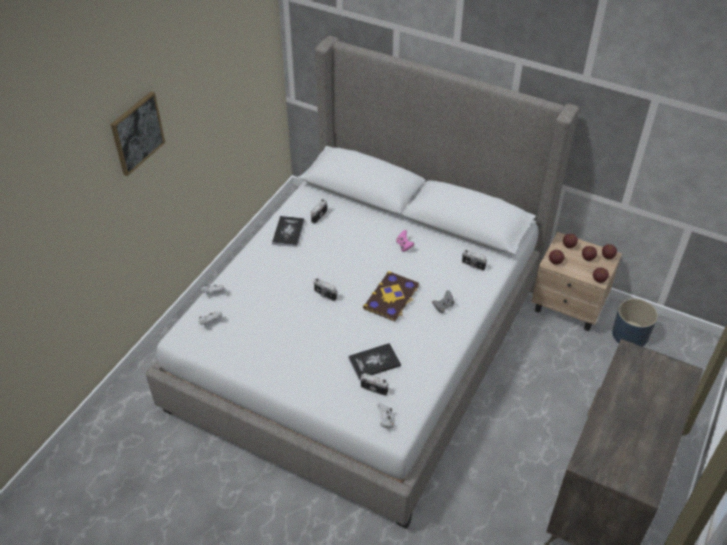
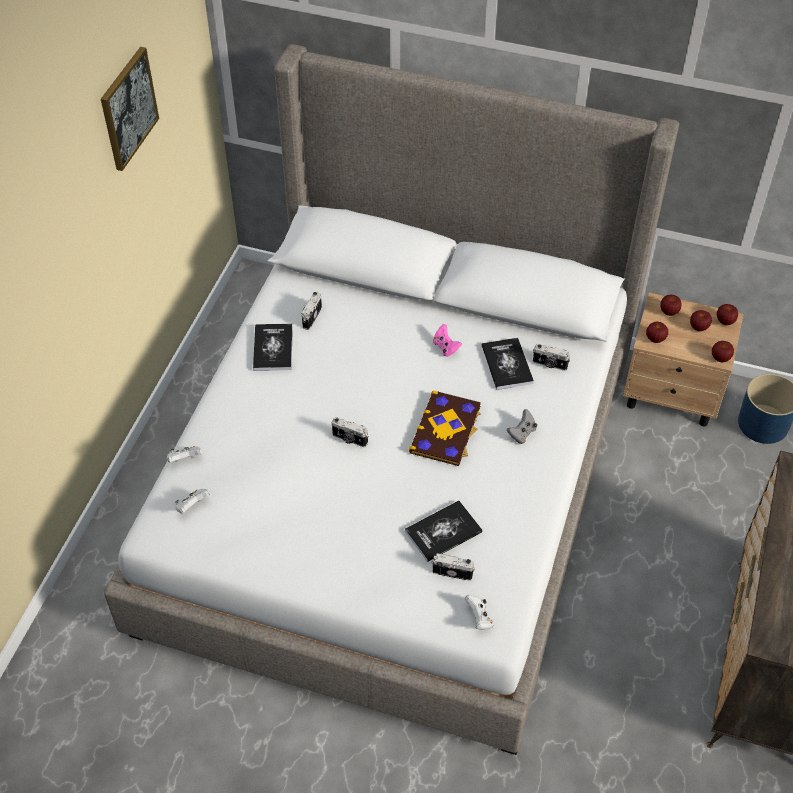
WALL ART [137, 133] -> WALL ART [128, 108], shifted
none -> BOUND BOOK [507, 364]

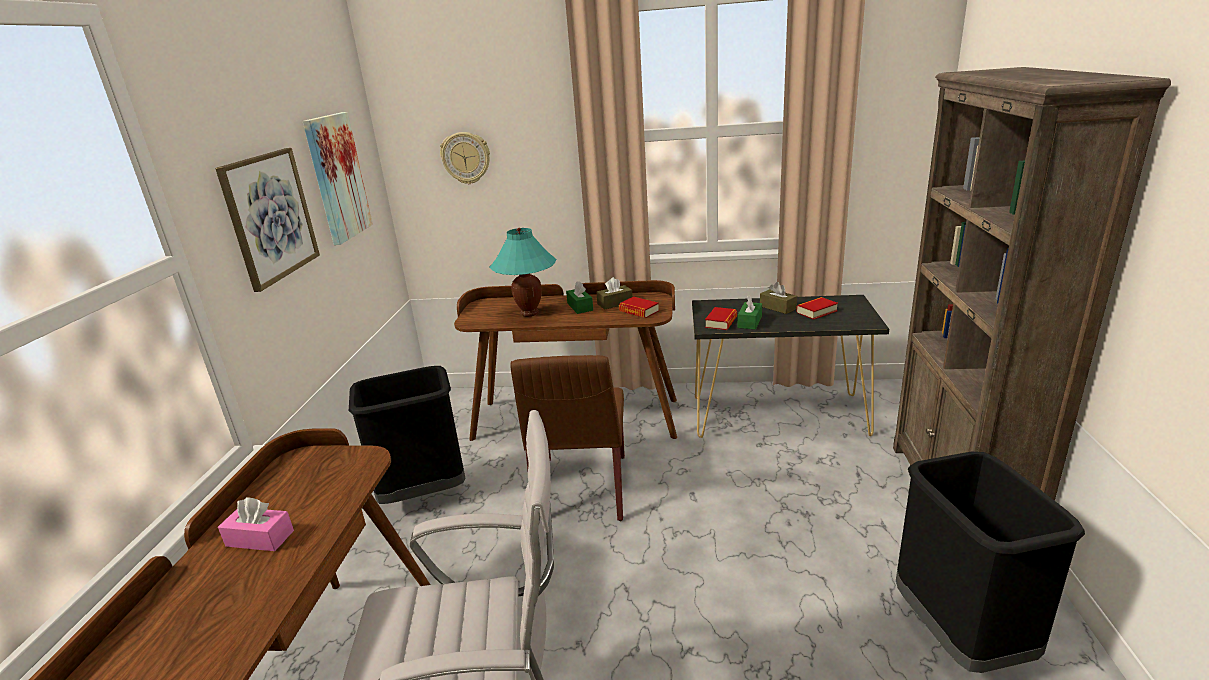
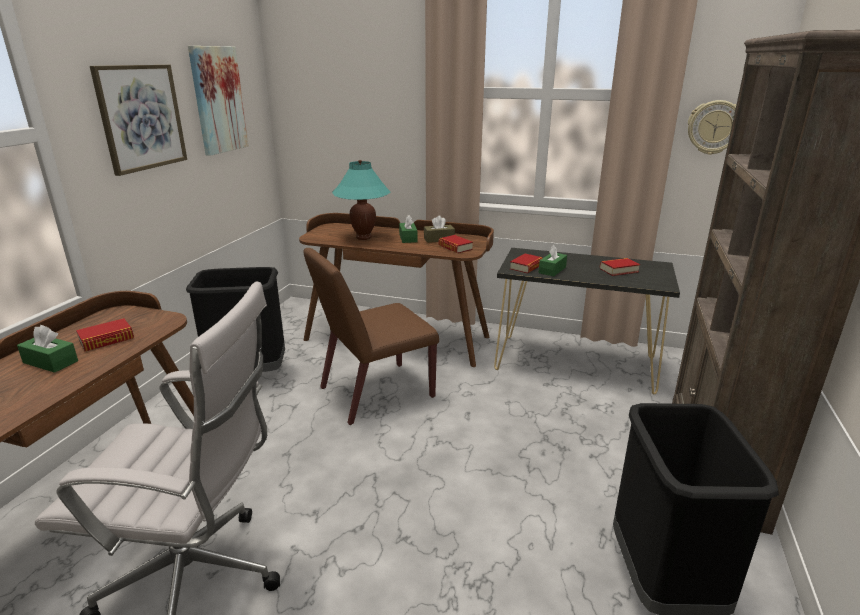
PINK-COLOURED TISSUE BOX [260, 538] -> GREEN-COLOURED TISSUE BOX [50, 362]
none -> BOUND BOOK [106, 340]
BROWN-COLOURED CHAIR [581, 489] -> BROWN-COLOURED CHAIR [375, 393], 45 degrees clockwise
CLOCK ON THE WALL [466, 158] -> CLOCK ON THE WALL [714, 127], shifted
BROWN-COLOURED TISSUE BOX [777, 307] -> none

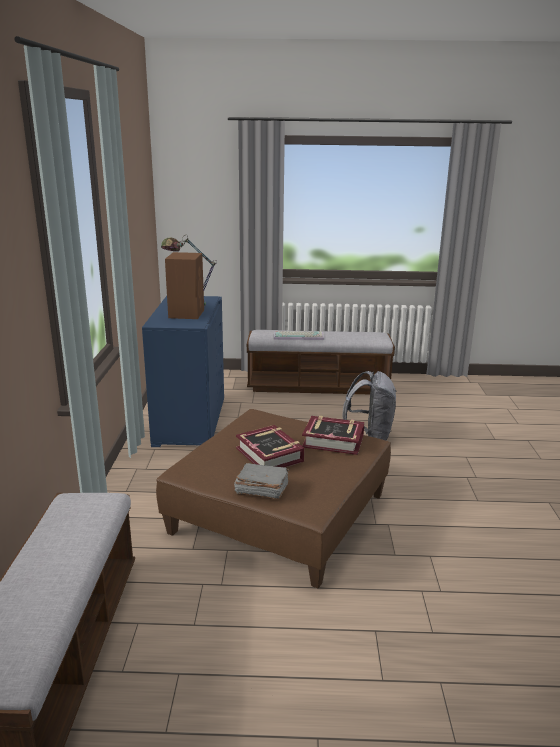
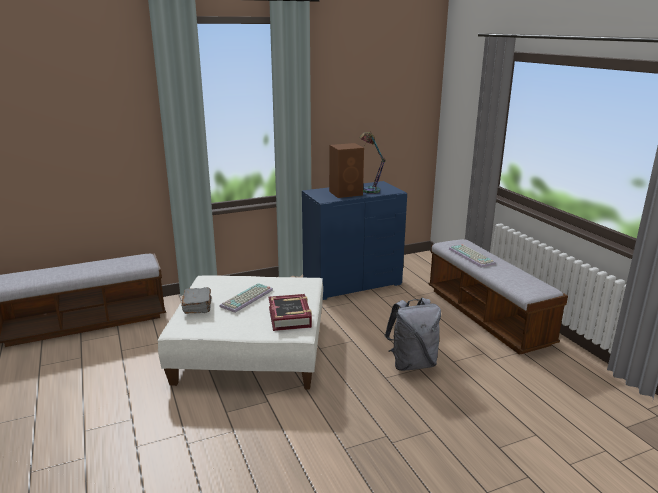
BROWN-COLOURED POUFFE [279, 513] -> WHITE-COLOURED POUFFE [252, 349]
BOUND BOOK [270, 454] -> KEYBOARD [247, 299]

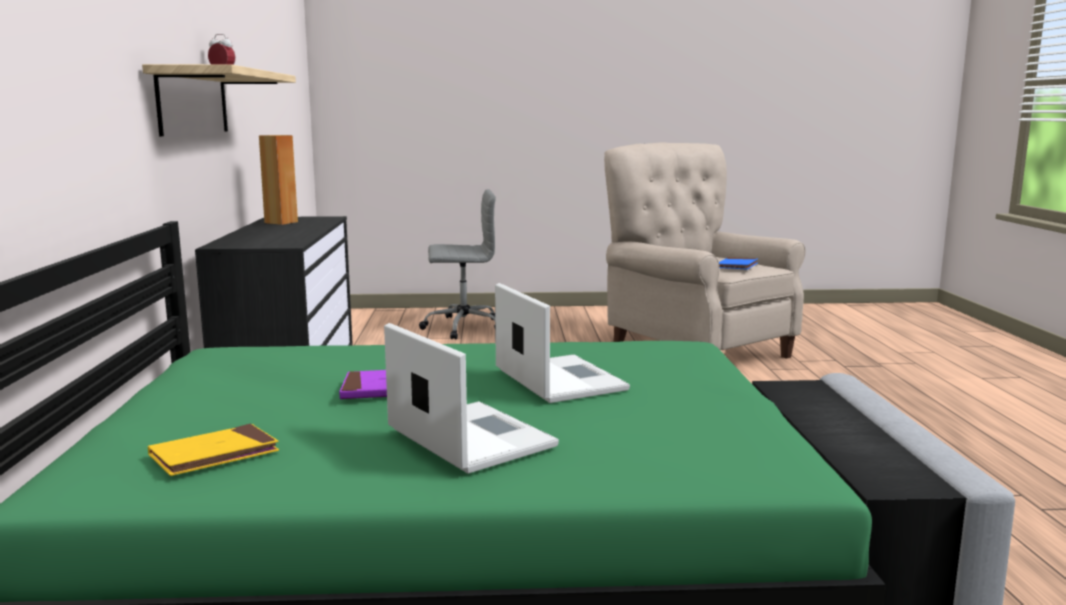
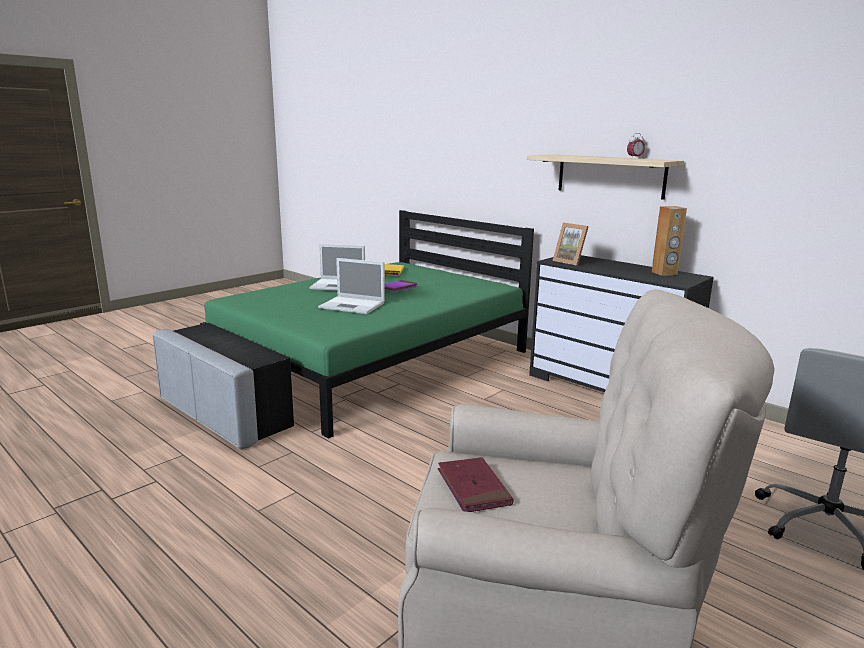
BLUE-COLOURED BOUND BOOK [737, 266] -> RED-COLOURED BOUND BOOK [473, 488]
none -> STANDING FRAME [570, 262]

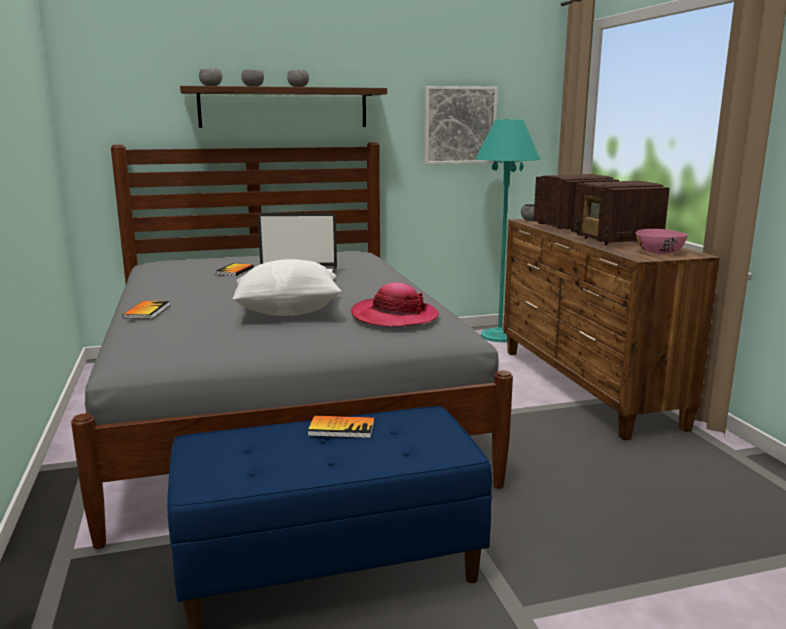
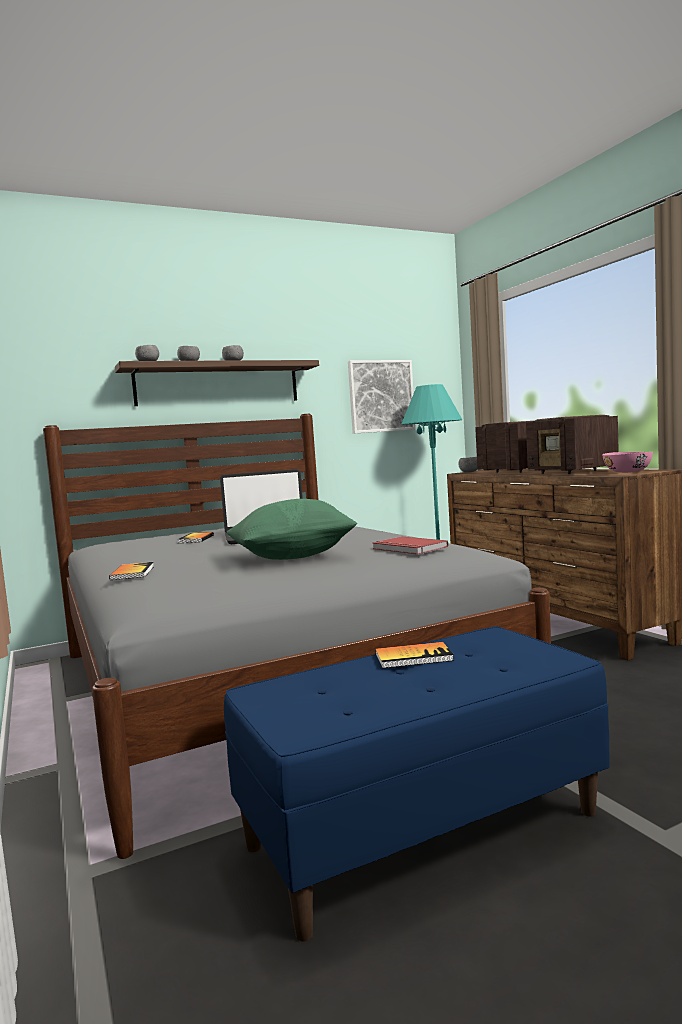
WHITE-COLOURED THROW PILLOW [288, 312] -> GREEN-COLOURED THROW PILLOW [293, 557]
HAT [394, 316] -> RED-COLOURED BOUND BOOK [408, 548]

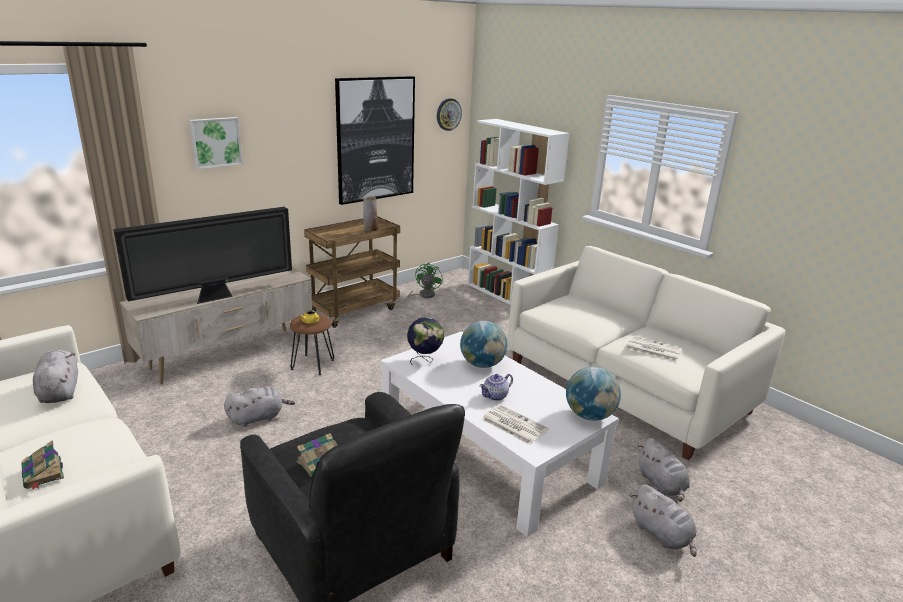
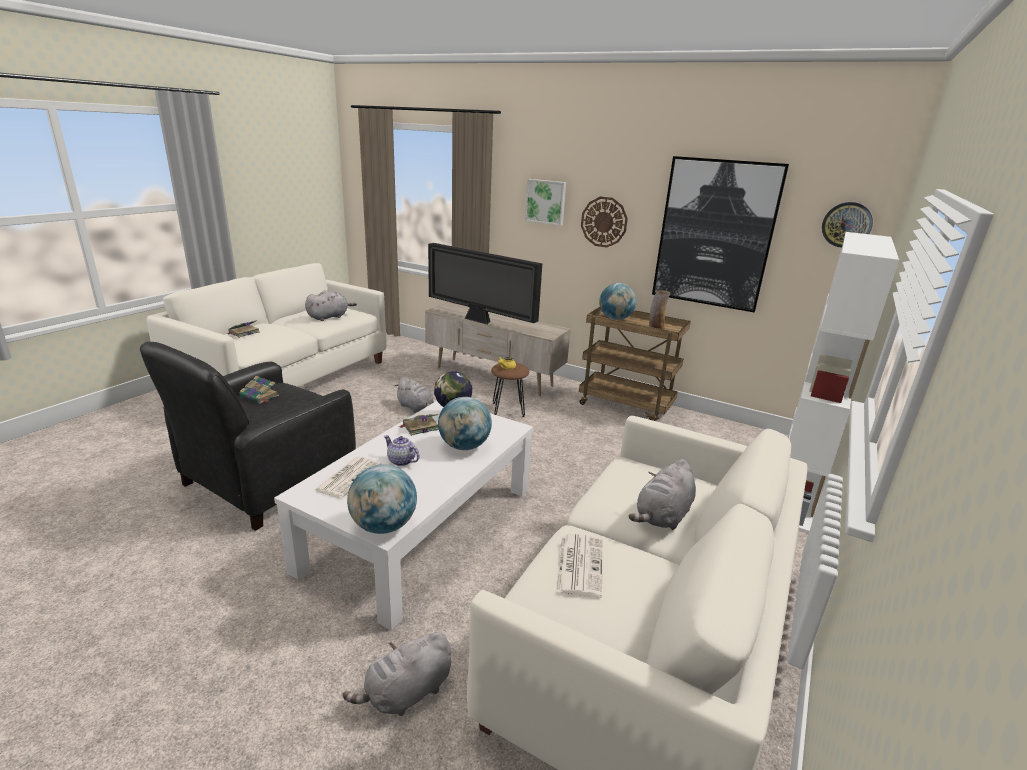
none -> BOUND BOOK [419, 427]
none -> CLOCK ON THE WALL [604, 222]
none -> WORLD GLOBE [615, 319]
GRAY PLUSH TOY [662, 535] -> GRAY PLUSH TOY [662, 516], shifted
GREEN-COLOURED ELECTRIC FAN [423, 295] -> none

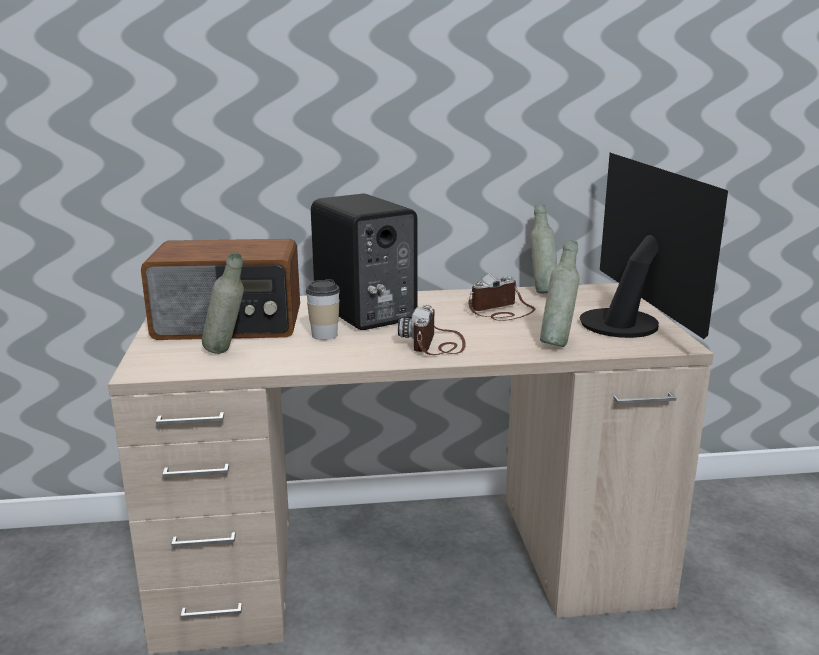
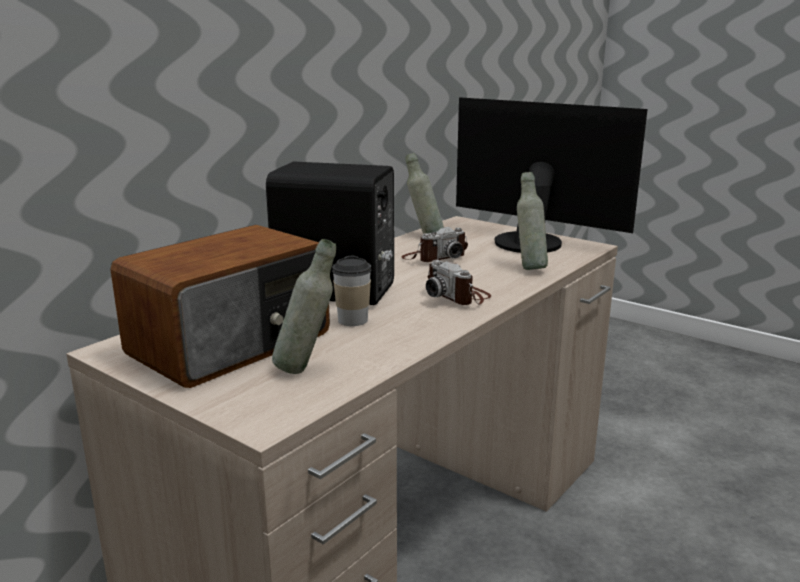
STILL CAMERA [501, 311] -> STILL CAMERA [435, 257], 135 degrees counterclockwise

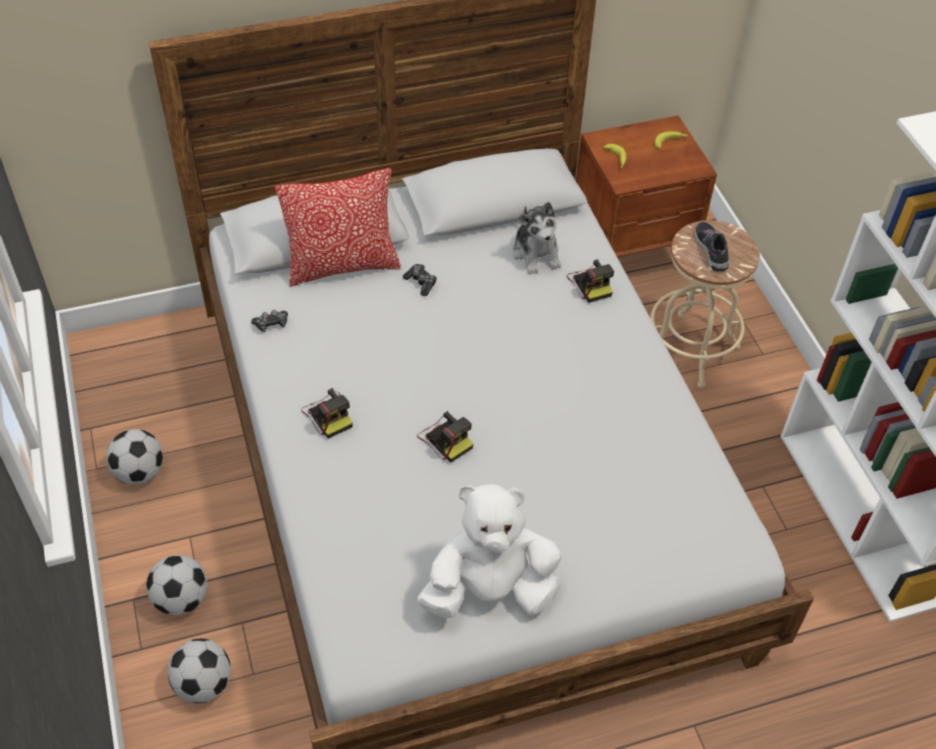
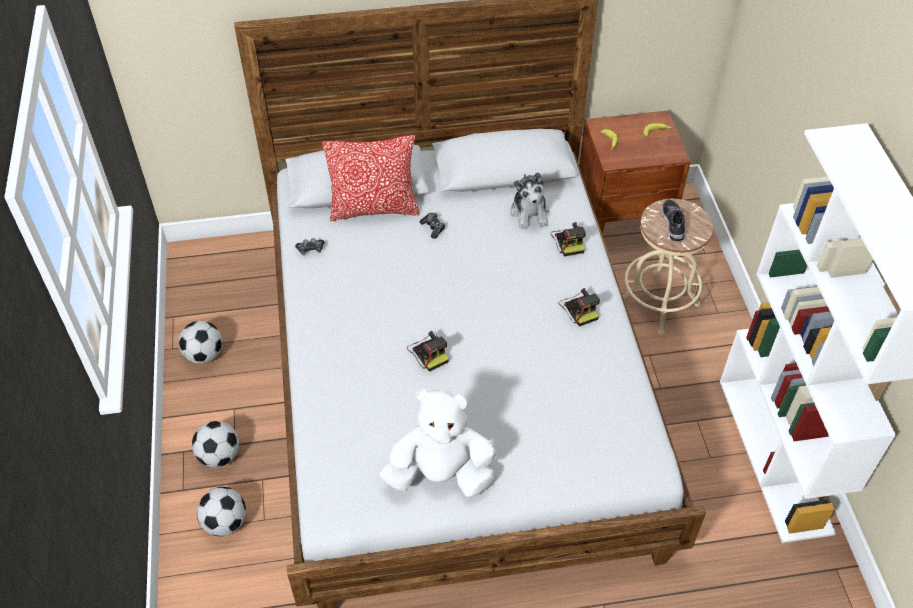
STILL CAMERA [328, 415] -> STILL CAMERA [579, 309], shifted

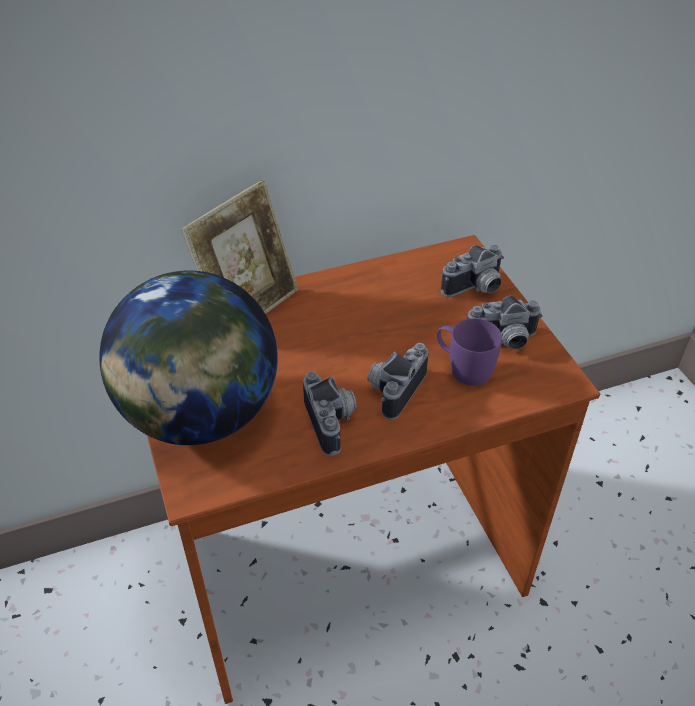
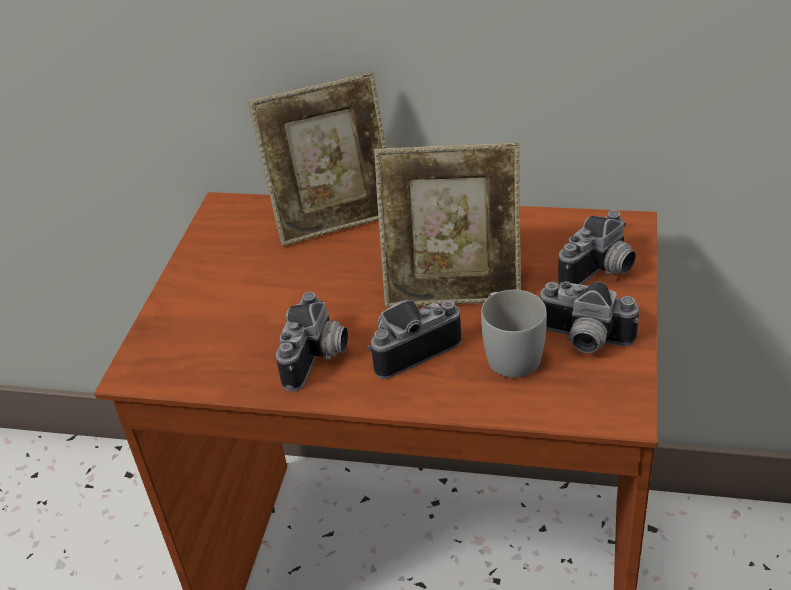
none -> STANDING FRAME [453, 288]
PURPLE-COLOURED COFFEE MUG [463, 367] -> WHITE-COLOURED COFFEE MUG [508, 352]
STILL CAMERA [476, 289] -> STILL CAMERA [601, 272], 45 degrees counterclockwise
WORLD GLOBE [200, 415] -> none

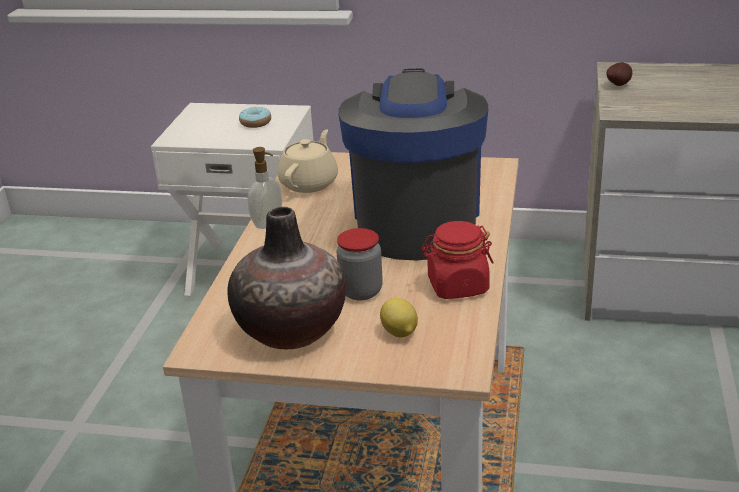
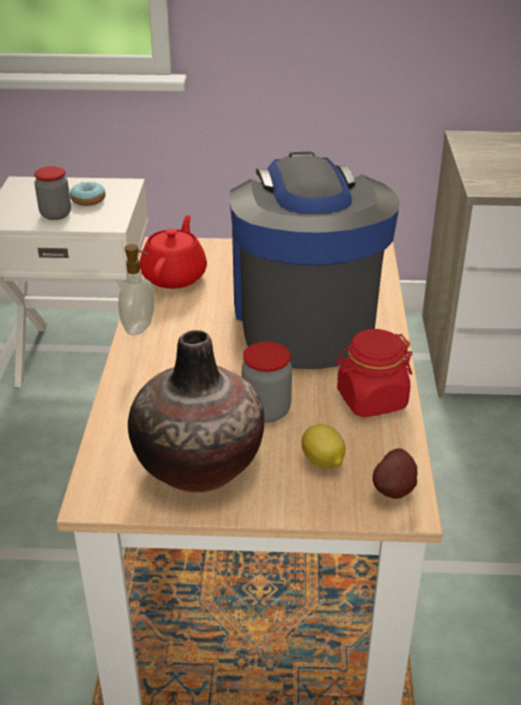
none -> PRESERVE JAR [55, 214]
SAND-COLOURED TEA POT [310, 183] -> RED-COLOURED TEA POT [175, 276]
POTATO [619, 85] -> POTATO [395, 490], shifted

